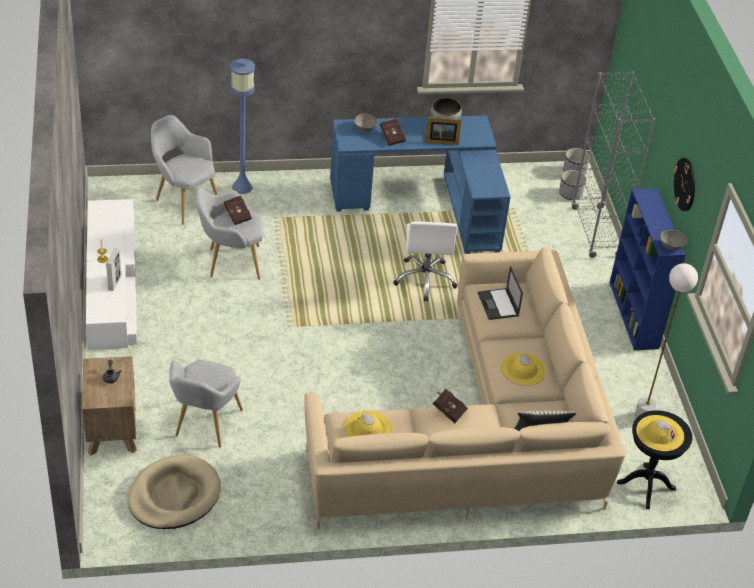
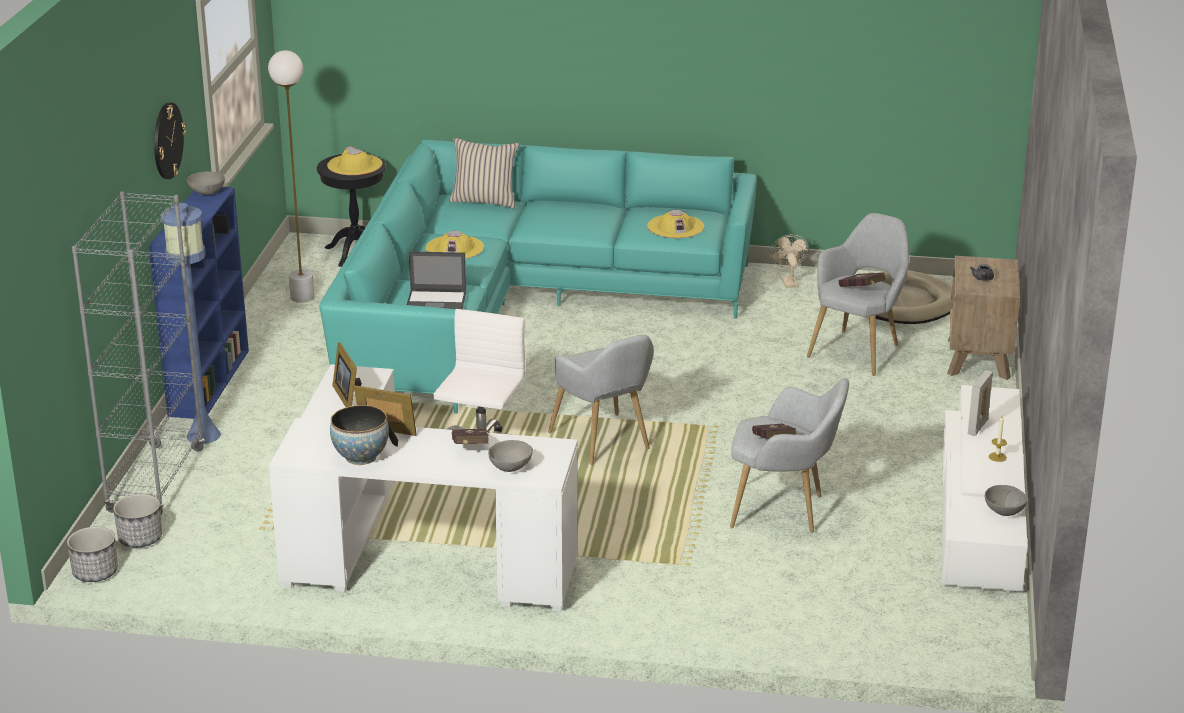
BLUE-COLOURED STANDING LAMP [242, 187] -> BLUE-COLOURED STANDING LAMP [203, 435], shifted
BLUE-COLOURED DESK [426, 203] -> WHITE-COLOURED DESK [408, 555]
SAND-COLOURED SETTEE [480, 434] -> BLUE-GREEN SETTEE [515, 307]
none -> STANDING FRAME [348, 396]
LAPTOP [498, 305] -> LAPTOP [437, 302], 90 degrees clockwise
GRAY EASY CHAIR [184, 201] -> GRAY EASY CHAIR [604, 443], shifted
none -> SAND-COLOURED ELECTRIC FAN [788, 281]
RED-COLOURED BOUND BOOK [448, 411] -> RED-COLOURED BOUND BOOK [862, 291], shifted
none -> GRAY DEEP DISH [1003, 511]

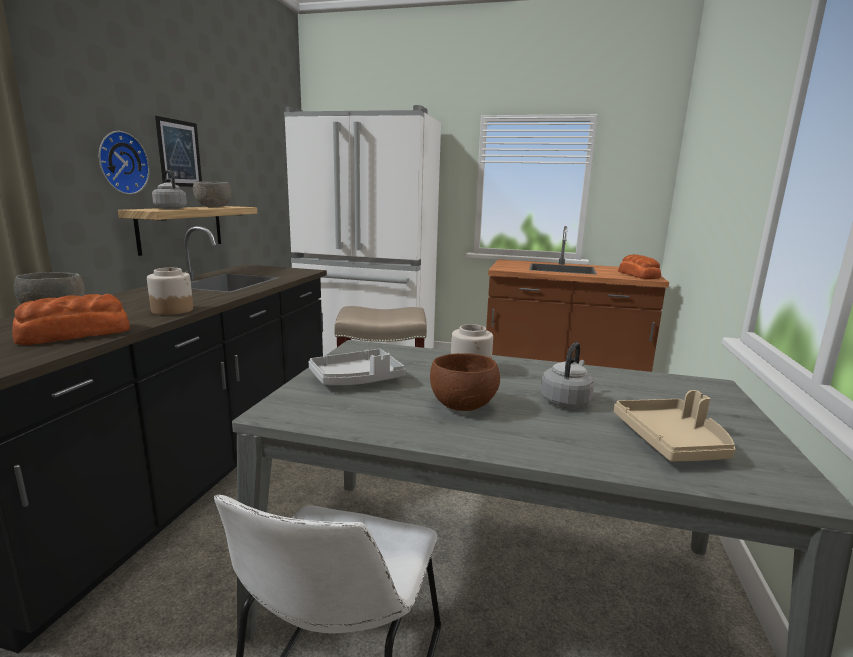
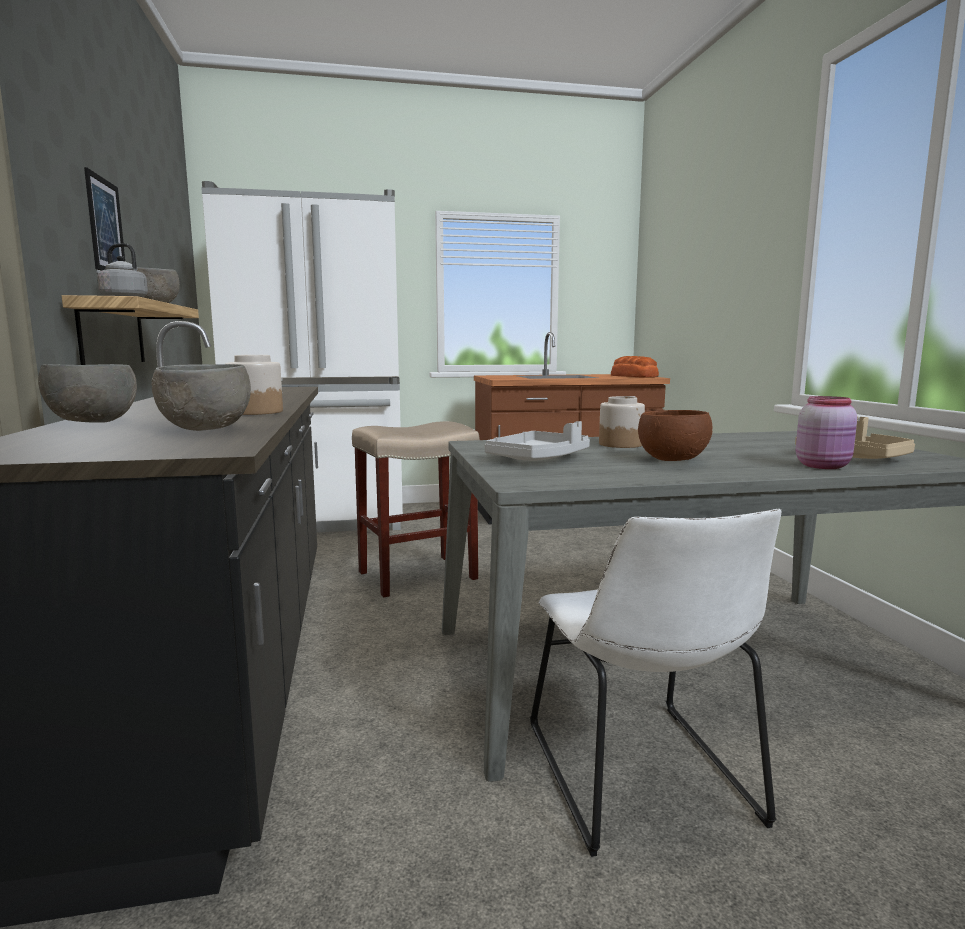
BAKED BREAD [73, 334] -> GRAY DEEP DISH [204, 429]
none -> PINK-COLOURED PRESERVE JAR [824, 466]
CLOCK ON THE WALL [121, 163] -> none
GRAY KETTLE [566, 401] -> none

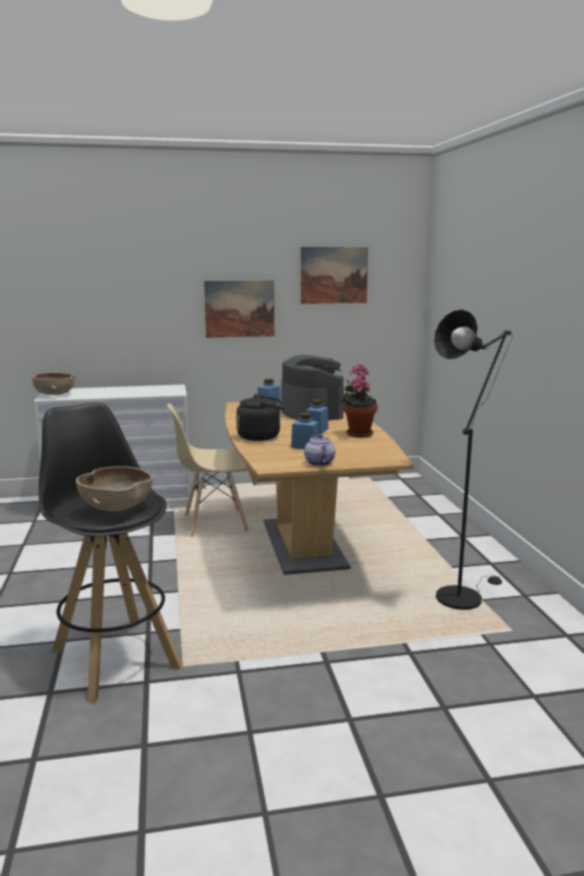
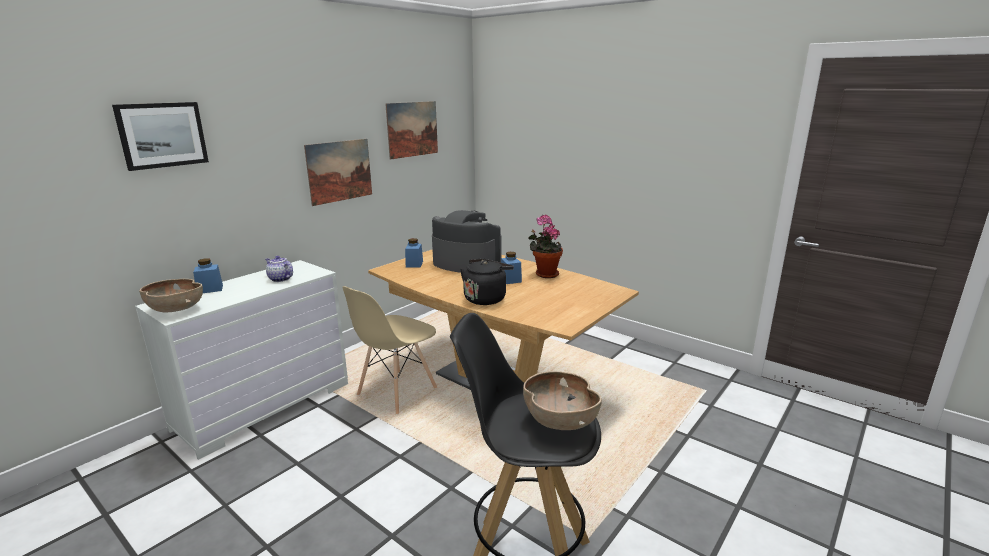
none -> WALL ART [162, 135]
BLUE-COLOURED PRESERVE JAR [305, 446] -> BLUE-COLOURED PRESERVE JAR [210, 289], shifted
TEA POT [319, 463] -> TEA POT [280, 279], shifted
BLACKISH STANDING LAMP [462, 595] -> none

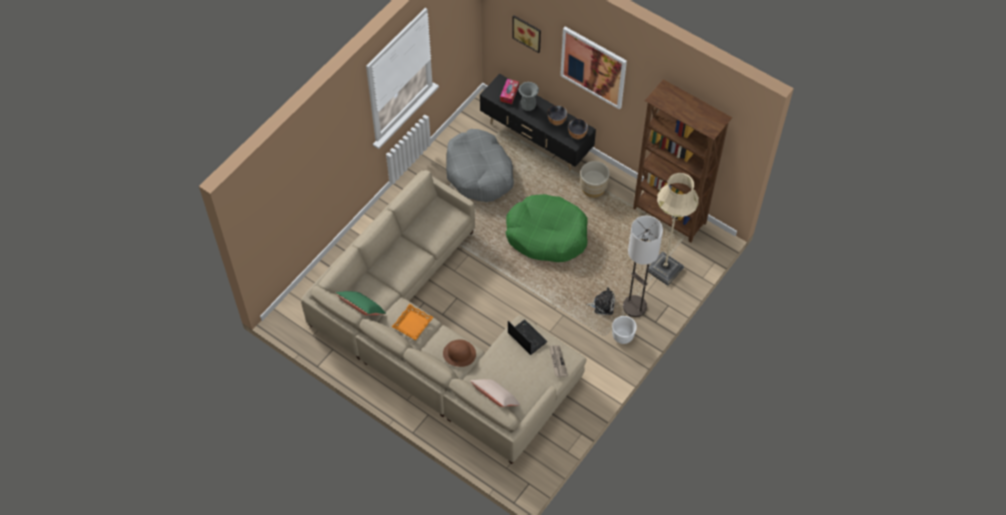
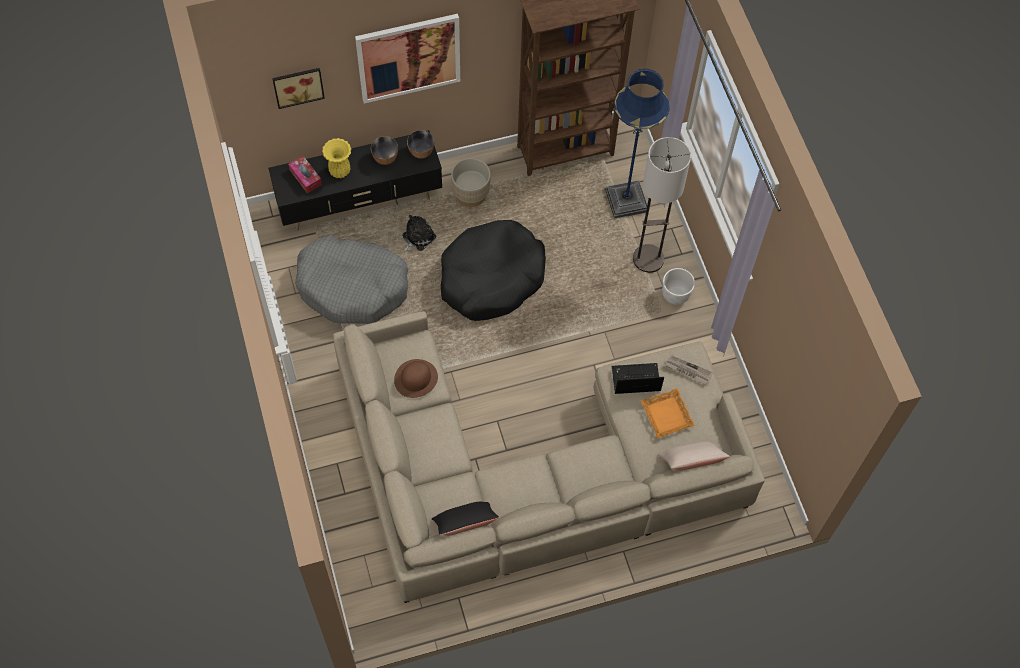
GRAY DECORATIVE VASE [527, 106] -> YELLOWISH DECORATIVE VASE [339, 171]
BROWN-COLOURED HAT [459, 353] -> BROWN-COLOURED HAT [416, 378], shifted
PLUSH TOY [602, 304] -> PLUSH TOY [417, 237], shifted
GREEN-COLOURED THROW PILLOW [362, 311] -> BLACKISH THROW PILLOW [464, 526]
GREEN-COLOURED PET BED [546, 234] -> BLACKISH PET BED [491, 277]
SAND-COLOURED STANDING LAMP [664, 269] -> BLUE-COLOURED STANDING LAMP [626, 201]
ORANGE-COLOURED SERVING TRAY [412, 323] -> ORANGE-COLOURED SERVING TRAY [666, 415], shifted

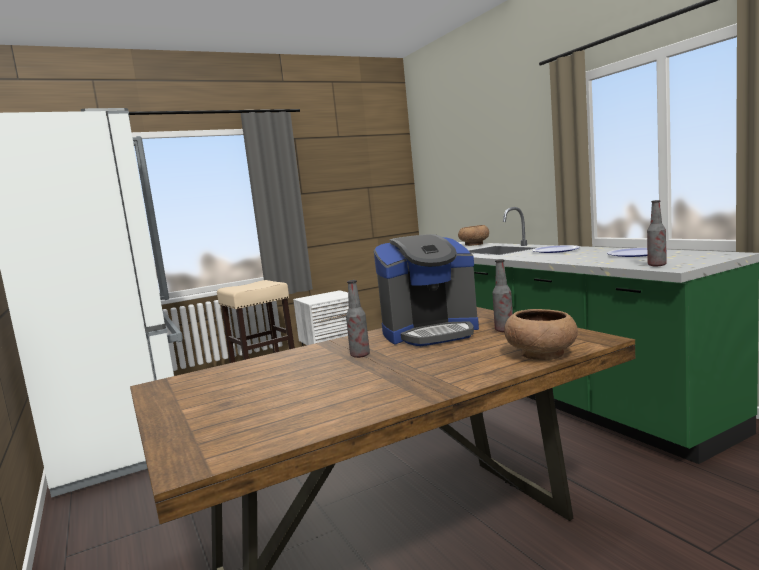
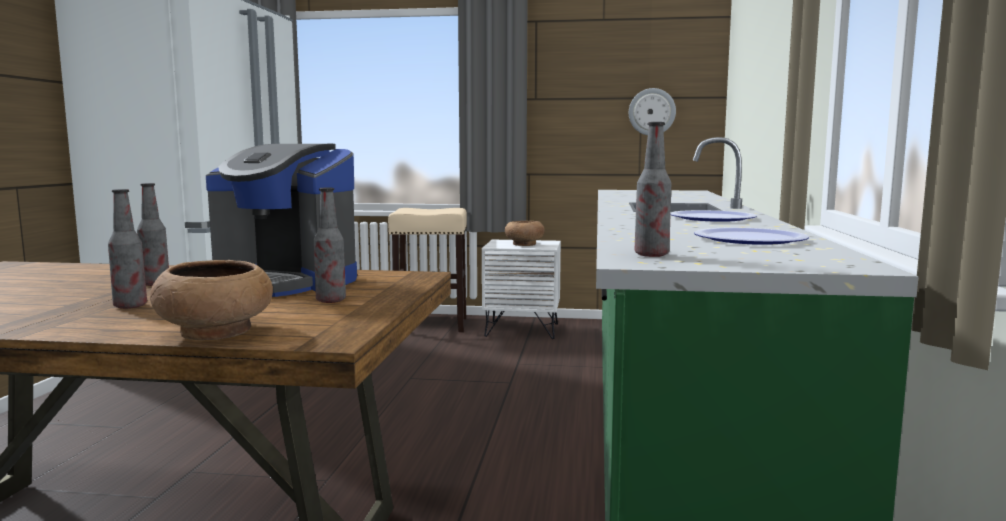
none -> BOTTLE [130, 306]
BROWN-COLOURED DEEP DISH [474, 244] -> BROWN-COLOURED DEEP DISH [524, 244], shifted
none -> CLOCK ON THE WALL [652, 112]

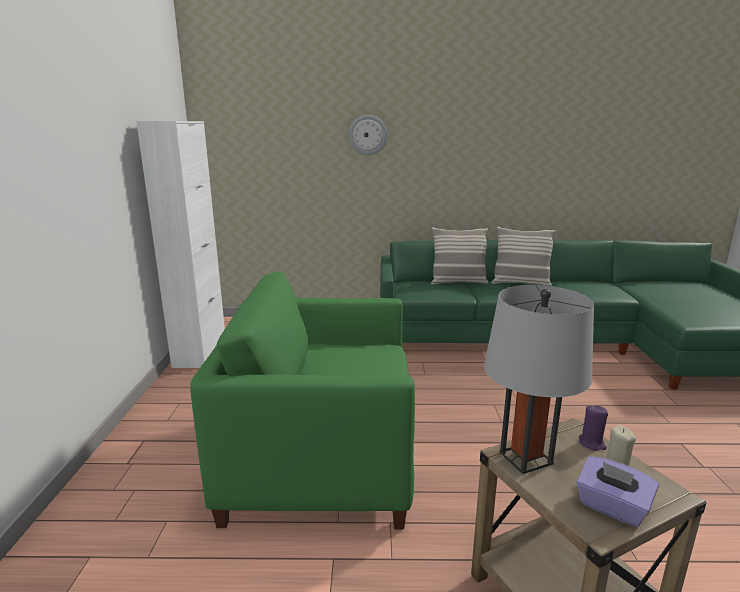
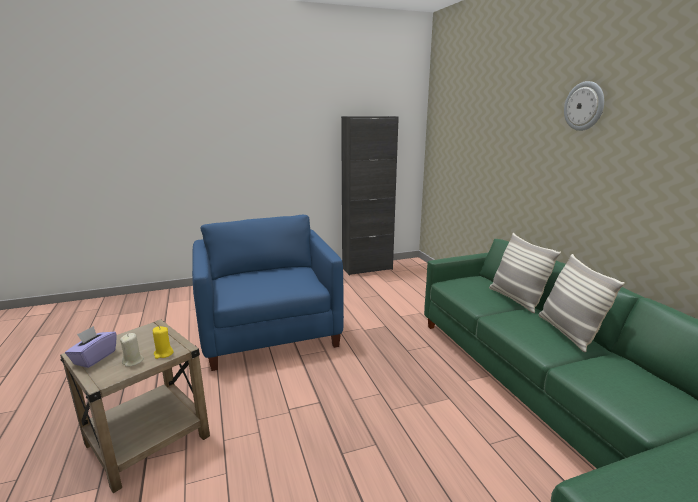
PURPLE-COLOURED CANDLE [592, 443] -> YELLOWISH CANDLE [163, 354]
GREEN-COLOURED EASY CHAIR [321, 460] -> BLUE-COLOURED EASY CHAIR [269, 332]
WHITE-COLOURED STORAGE CABINET [200, 352] -> BLACKISH STORAGE CABINET [367, 268]
CLOCK ON THE WALL [368, 135] -> CLOCK ON THE WALL [584, 106], shifted
GRAY TABLETOP LAMP [526, 458] -> none

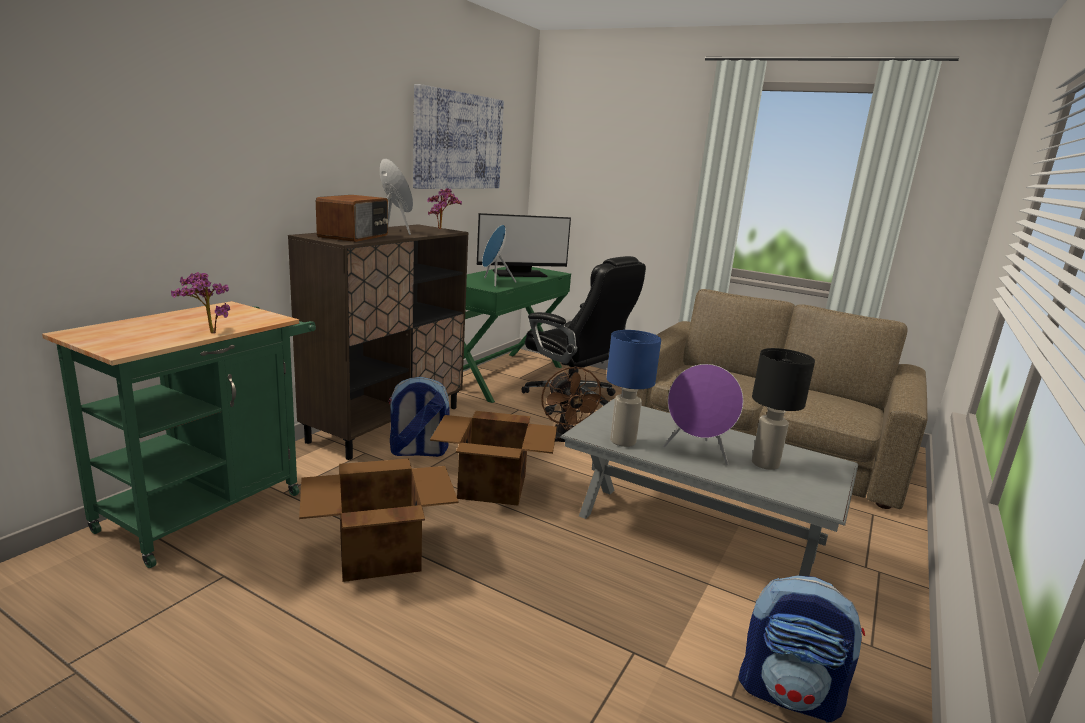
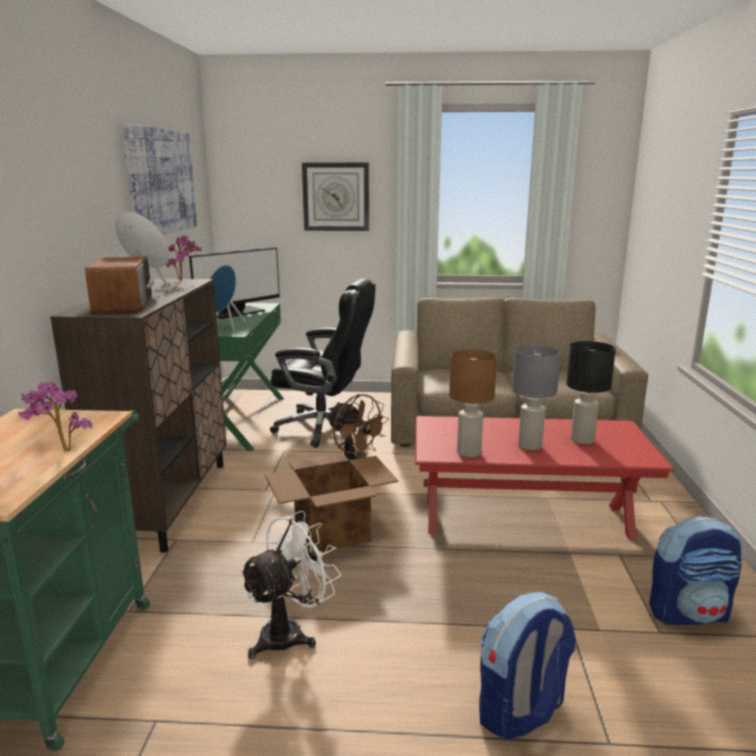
PACKING BOX [377, 553] -> WHITE-COLOURED ELECTRIC FAN [290, 633]
none -> CLOCK ON THE WALL [336, 197]
GRAY LOUNGE TABLE [693, 536] -> RED-COLOURED LOUNGE TABLE [526, 518]
BLUE-COLOURED TABLETOP LAMP [622, 442] -> BROWN-COLOURED TABLETOP LAMP [469, 453]
KNAPSACK [417, 452] -> KNAPSACK [521, 712], shifted
PURPLE-COLOURED SPEAKER [697, 453] -> GRAY TABLETOP LAMP [530, 445]

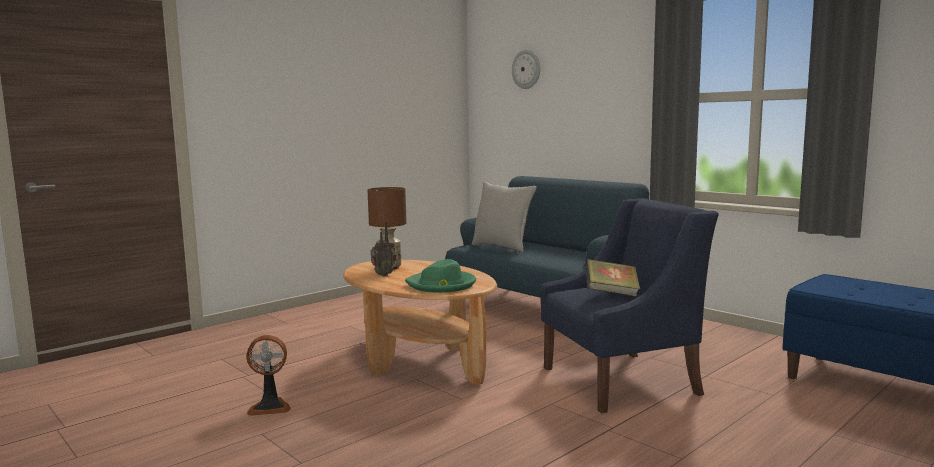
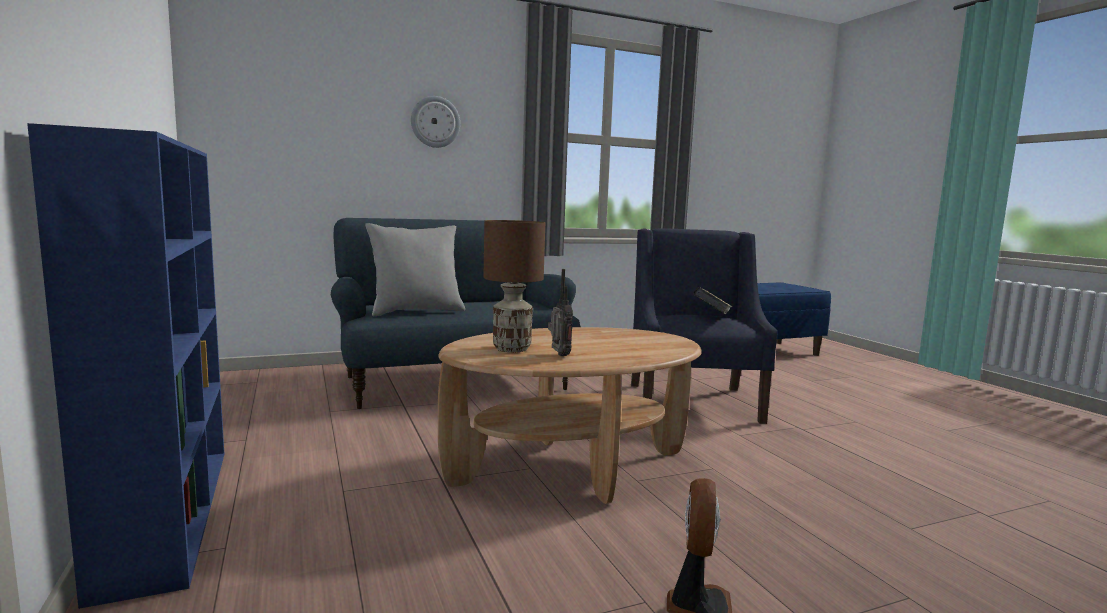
none -> BLUE-COLOURED BOOKSHELF [168, 512]
CLOCK ON THE WALL [526, 69] -> CLOCK ON THE WALL [435, 122], shifted
GREEN-COLOURED HAT [442, 285] -> none

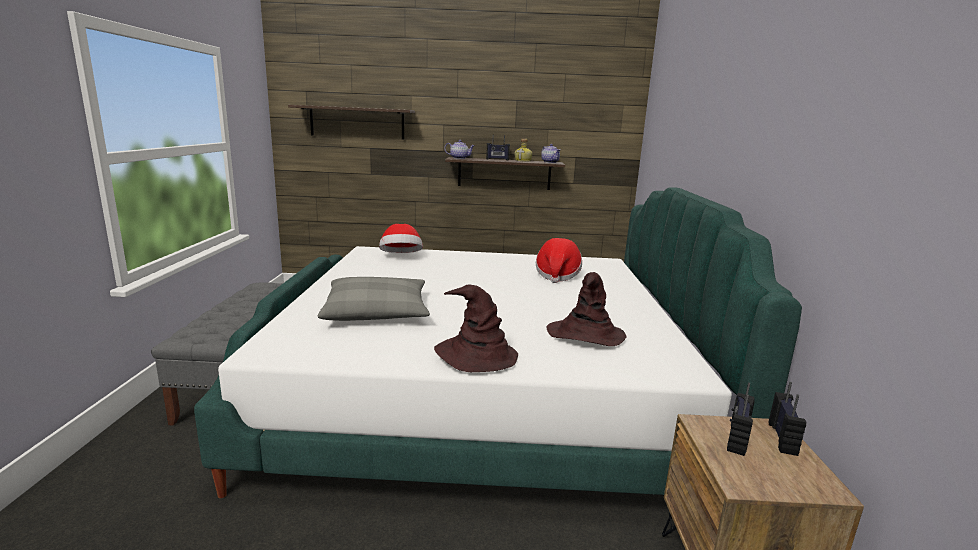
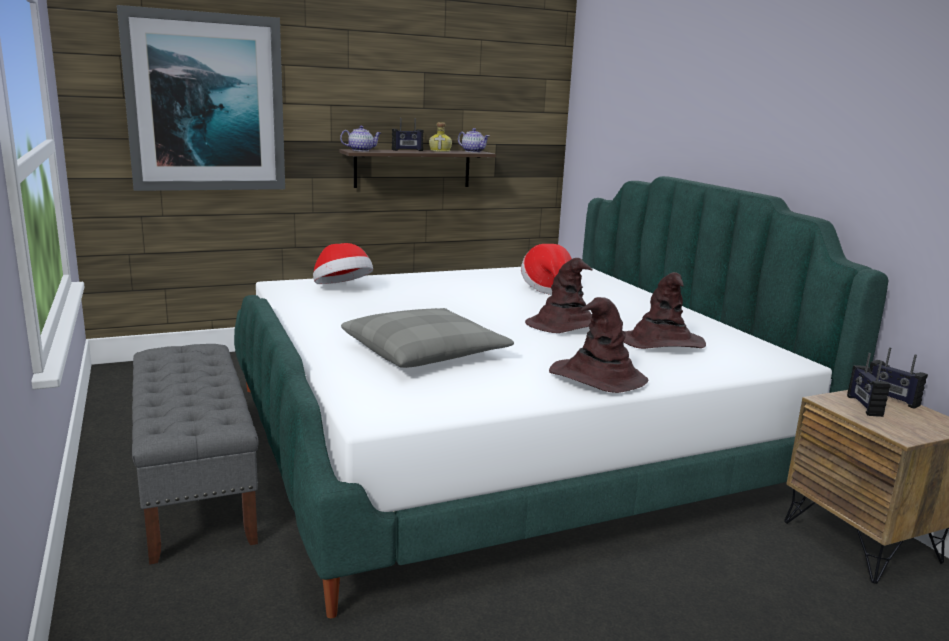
WALL SHELF [357, 122] -> WALL ART [206, 103]
none -> BROWN-COLOURED HAT [565, 324]
RADIO [783, 438] -> RADIO [891, 399], 150 degrees clockwise

